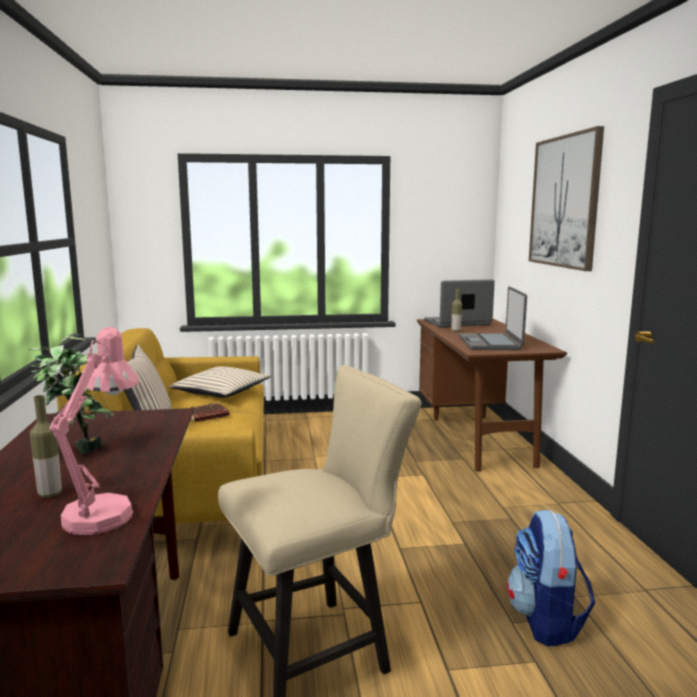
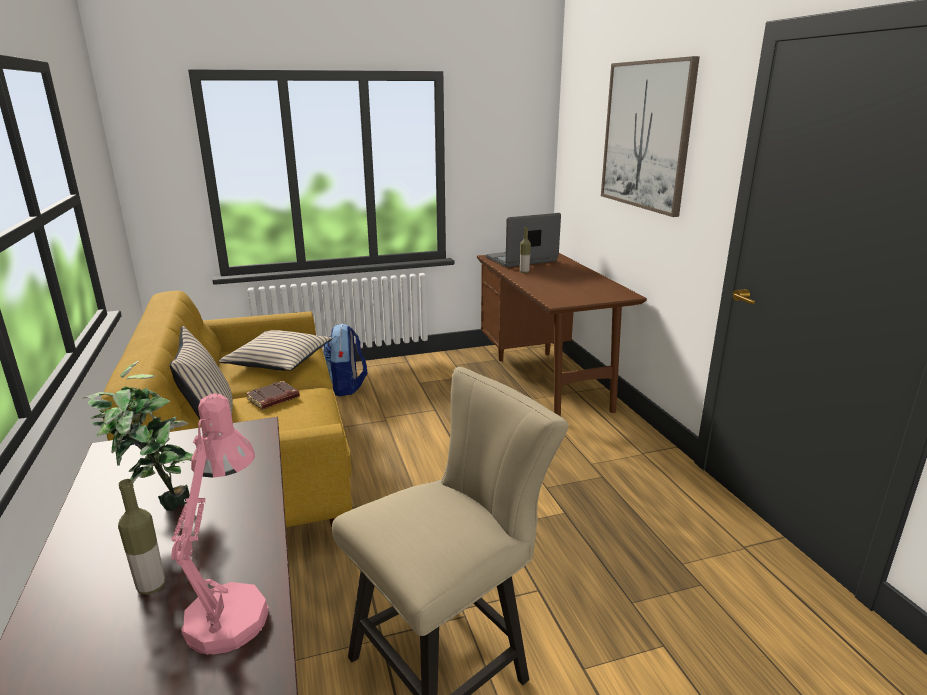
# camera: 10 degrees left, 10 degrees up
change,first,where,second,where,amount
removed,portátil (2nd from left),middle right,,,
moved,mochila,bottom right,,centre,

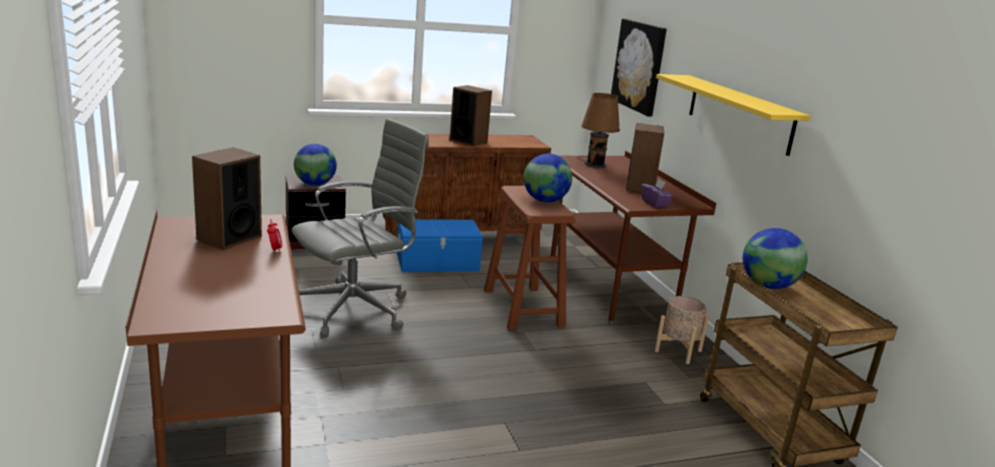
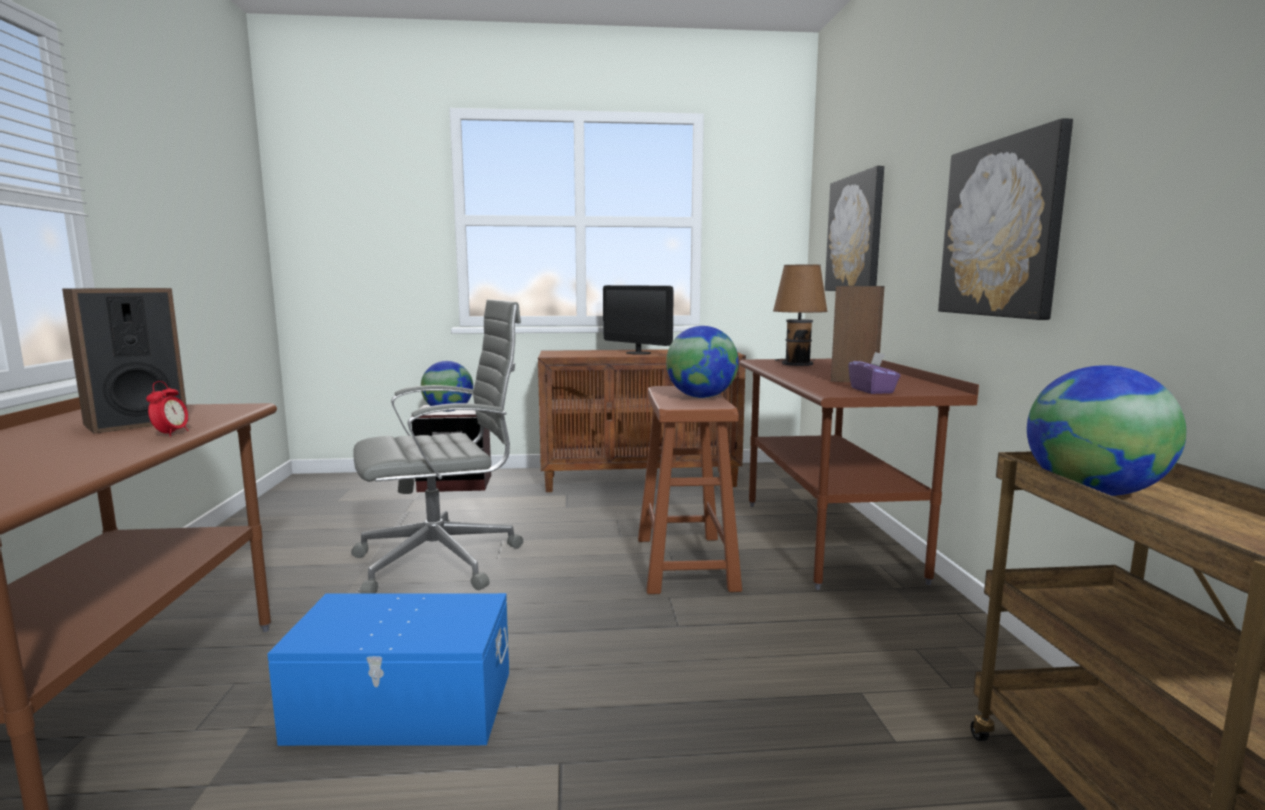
# camera: 15 degrees right, 10 degrees down
change,first,where,second,where,amount
replaced,estante [amarillo],top right,cuadro (2nd from left),top right,
replaced,altavoz (2nd from left),top centre,monitor,centre,
moved,caja de almacenaje [azul],centre,,bottom left,
removed,maceta [beis],bottom right,,,

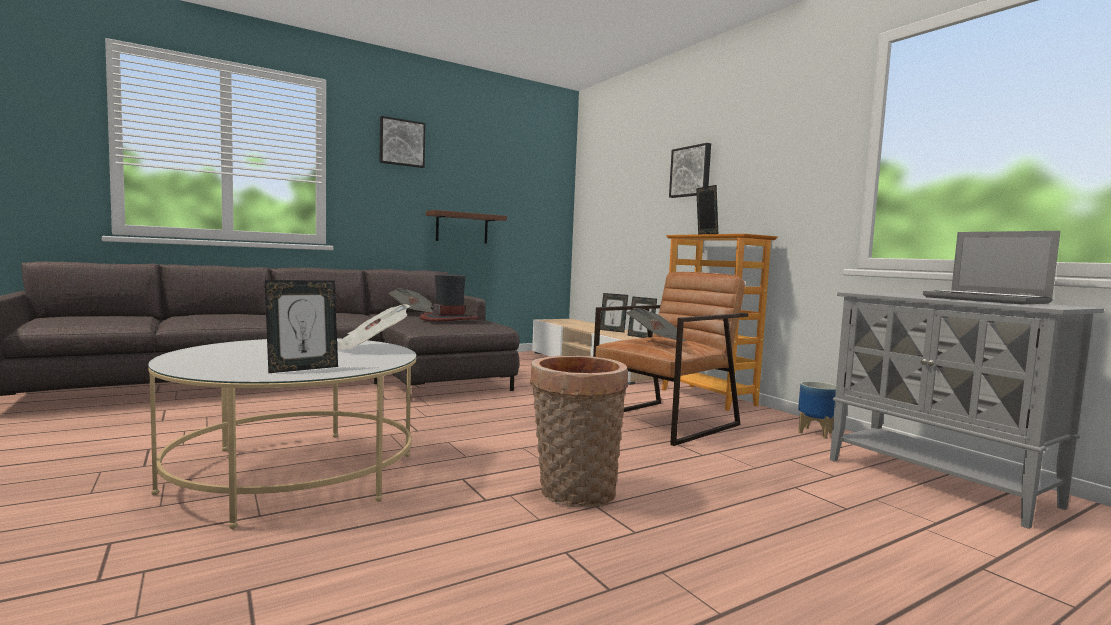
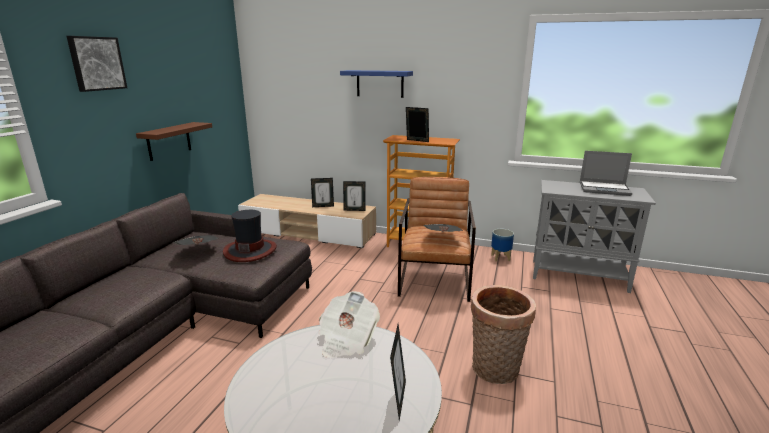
# camera: 40 degrees left, 15 degrees up
change,first,where,second,where,amount
replaced,cuadro (2nd from left),top centre,estante [azul],top centre,

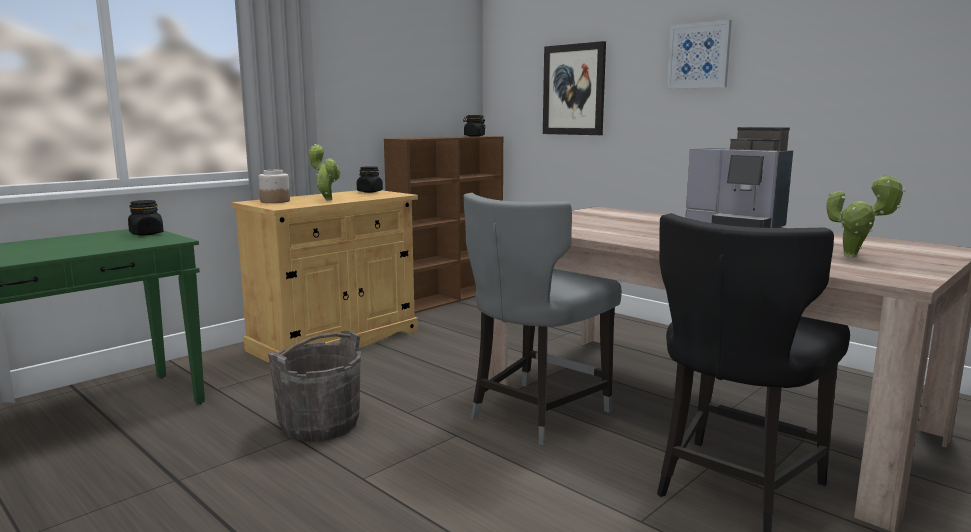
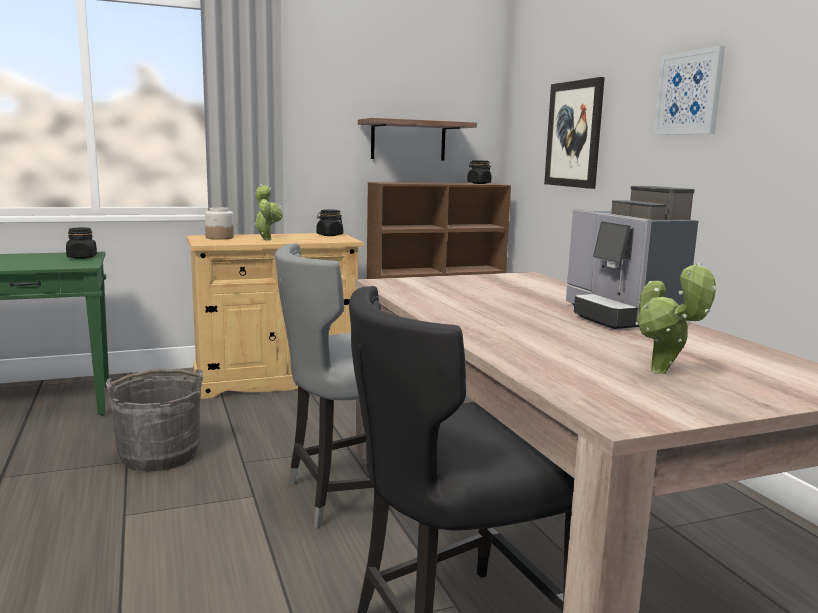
# camera: 25 degrees right, 0 degrees up
change,first,where,second,where,amount
added,,,estante,top centre,

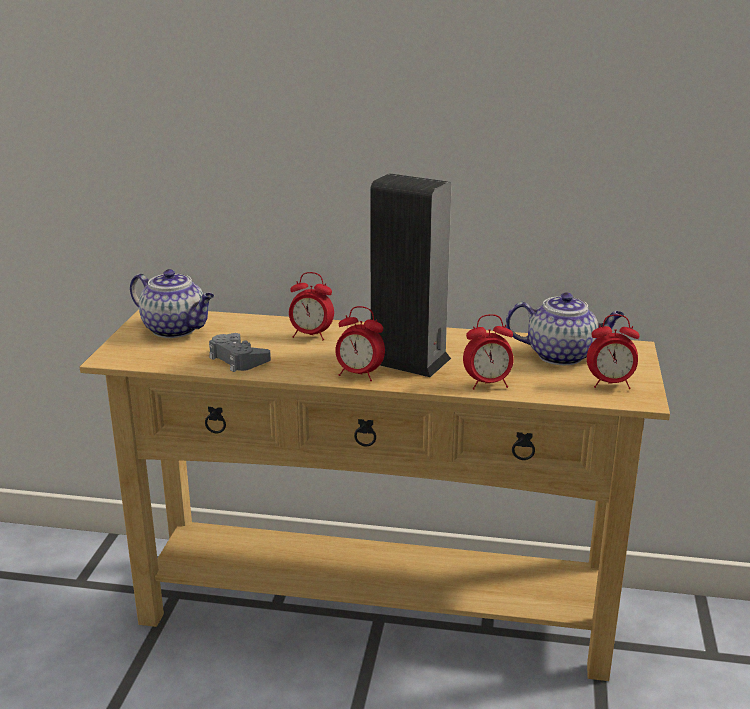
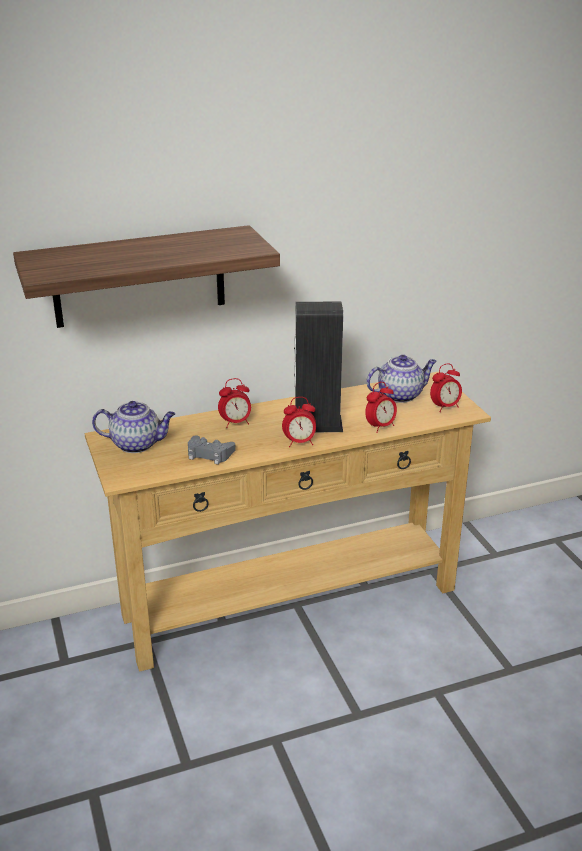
# camera: 30 degrees left, 5 degrees up
change,first,where,second,where,amount
added,,,estante,top left,

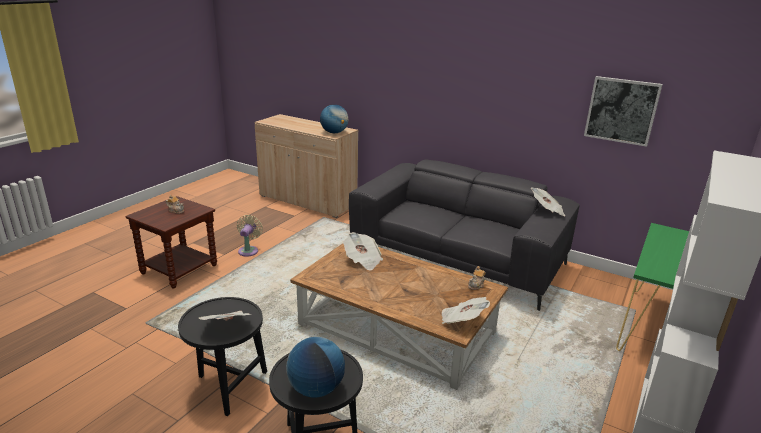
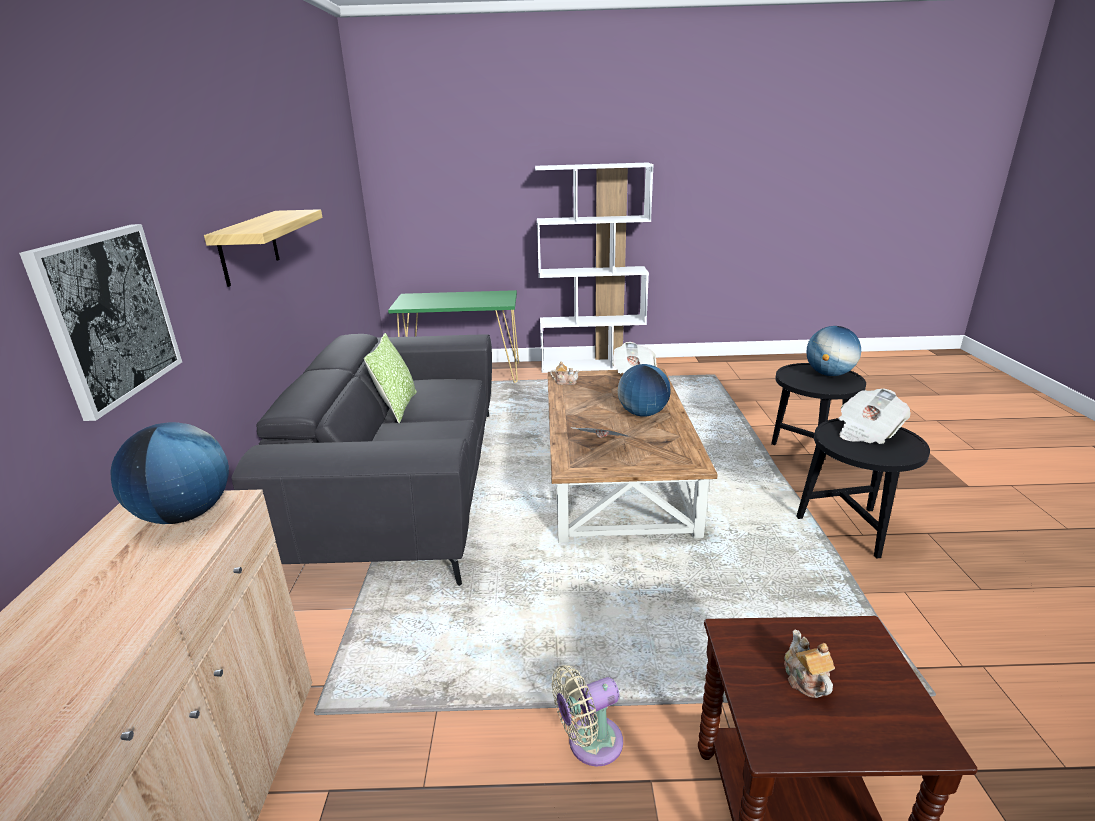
# camera: 120 degrees left, 0 degrees up
change,first,where,second,where,amount
moved,cuadro,top right,,middle left,
removed,periódico (4th from left),middle right,,,
added,,,estante,top left,
added,,,cojín,centre,
added,,,globo terráqueo (2nd from left),centre,

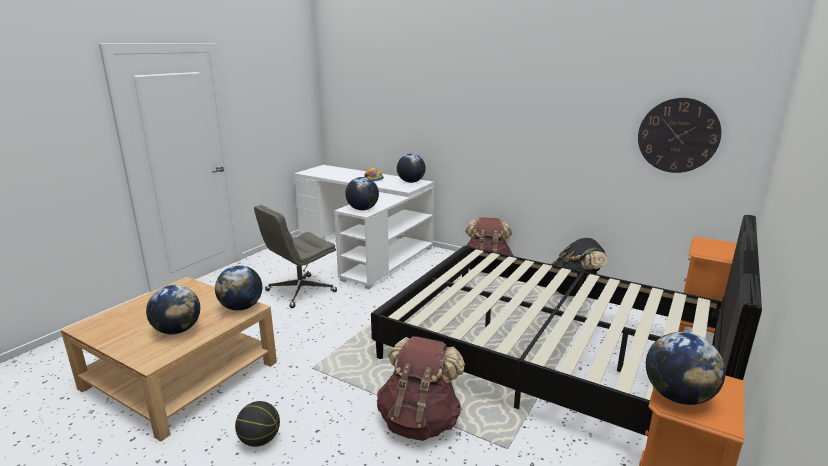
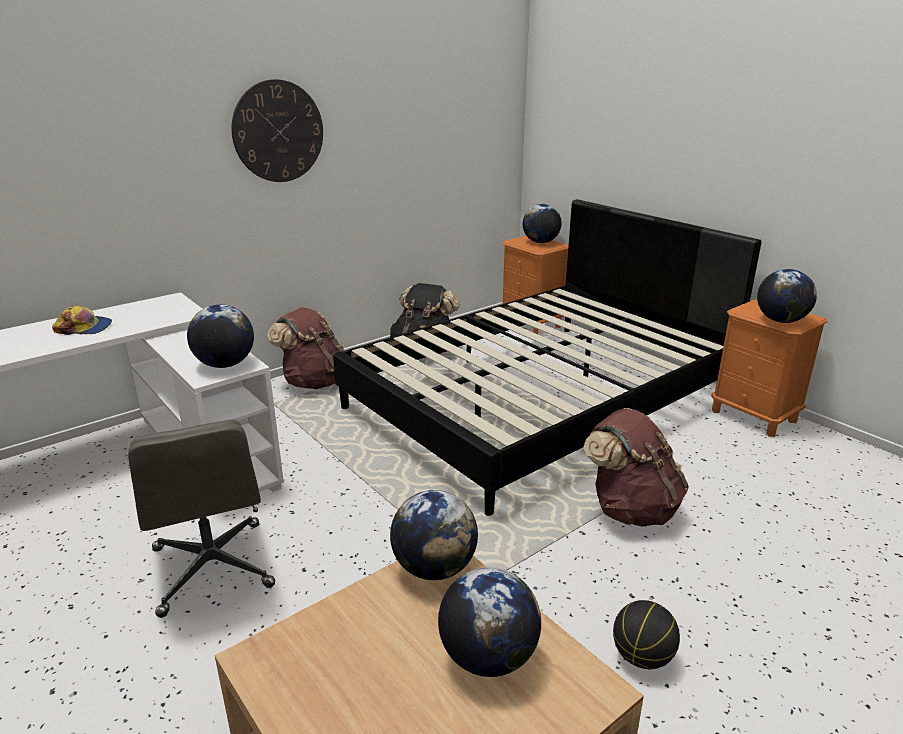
# camera: 70 degrees left, 5 degrees up
change,first,where,second,where,amount
moved,reloj de pared,top right,,top left,
moved,globo terráqueo (4th from left),centre,,top centre,

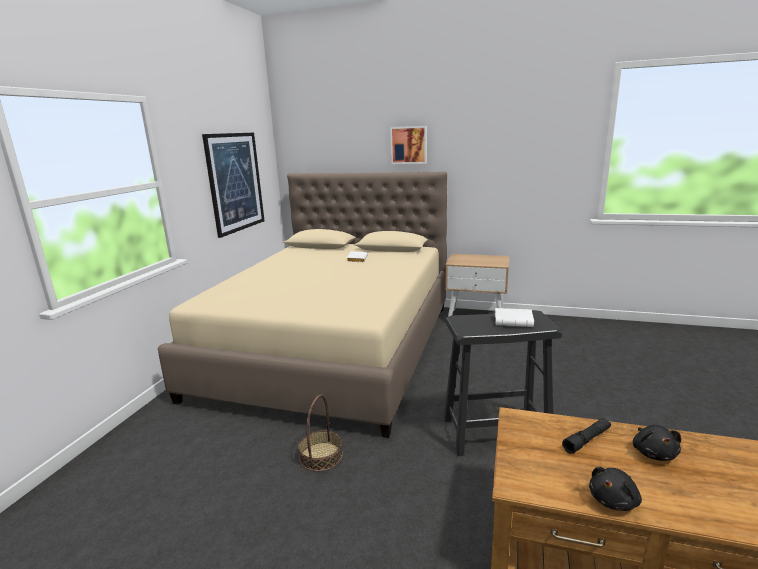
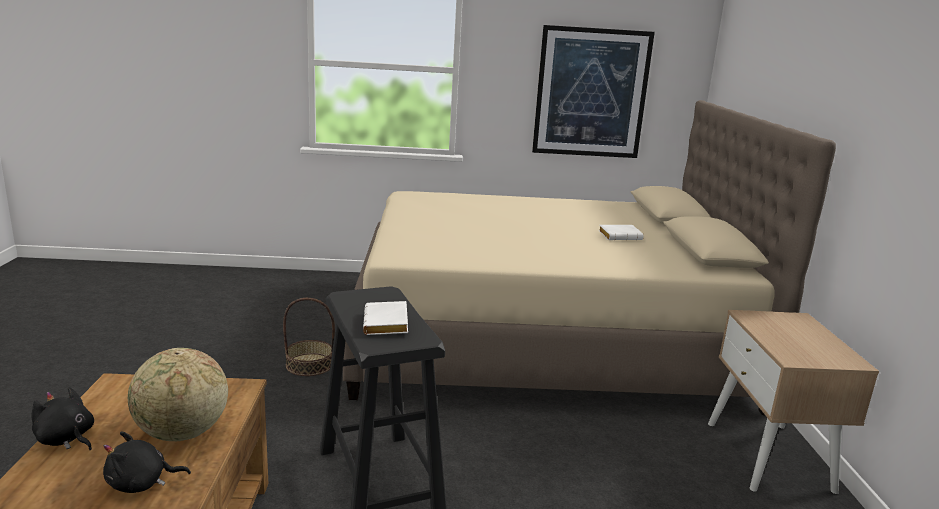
# camera: 70 degrees right, 0 degrees up
change,first,where,second,where,amount
removed,cuadro (2nd from left),top centre,,,
replaced,linterna [negro],bottom right,globo terráqueo,bottom left,

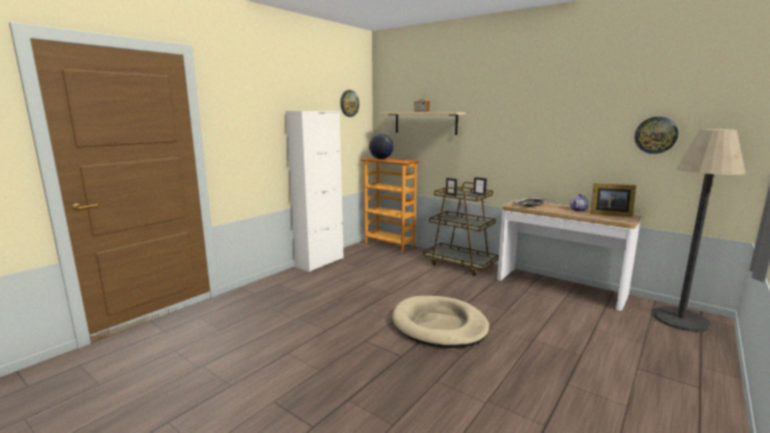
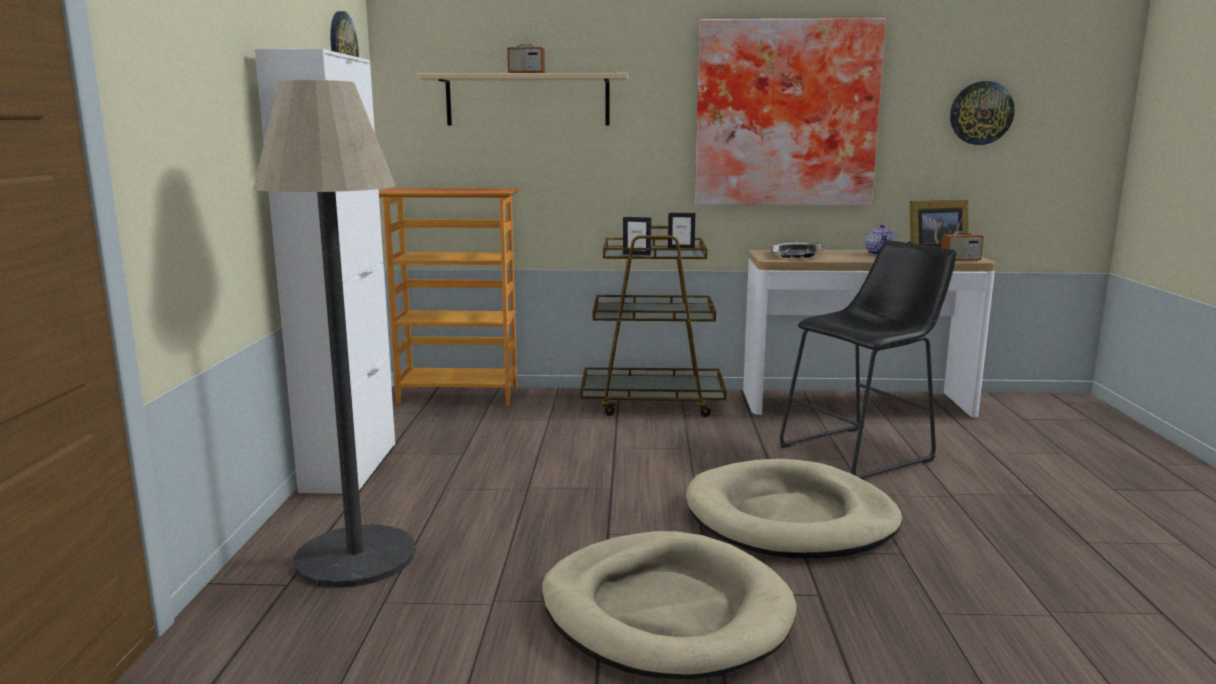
# camera: 35 degrees left, 0 degrees up
change,first,where,second,where,amount
moved,lámpara de pie,middle right,,middle left,
removed,globo terráqueo,centre,,,
added,,,cuadro,top centre,
added,,,radio (2nd from left),middle right,
added,,,taburete [negro],middle right,
added,,,cama para perro [beis] (1st from left),bottom centre,

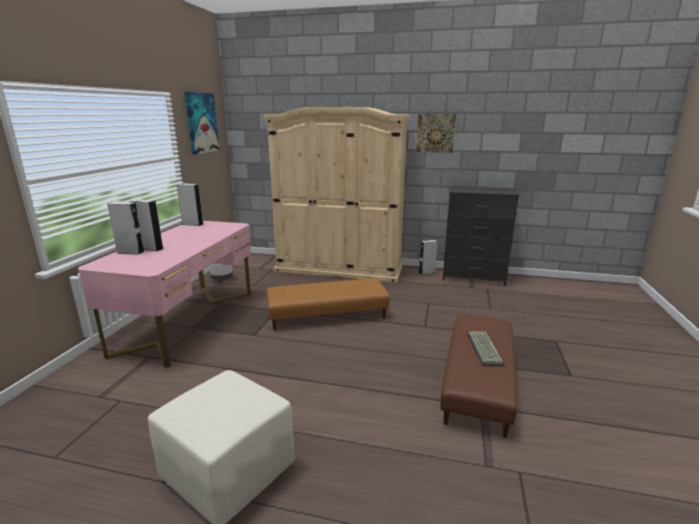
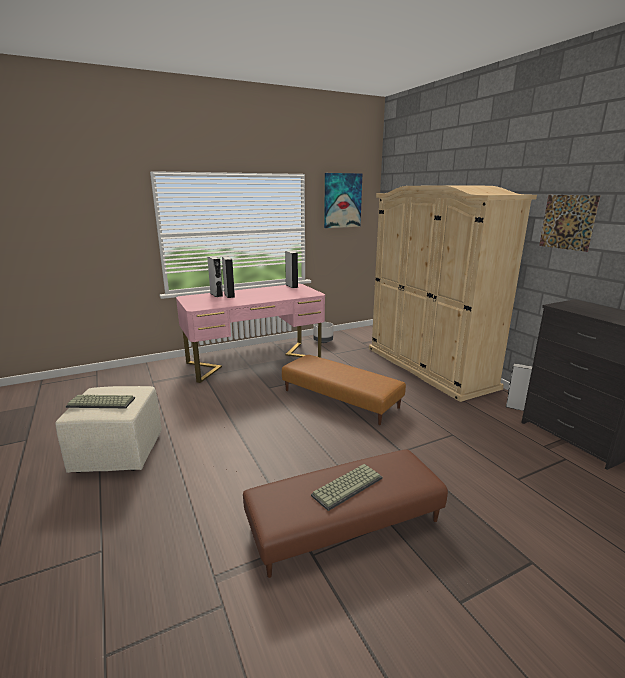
# camera: 50 degrees right, 0 degrees up
change,first,where,second,where,amount
added,,,teclado (1st from left),middle left,

